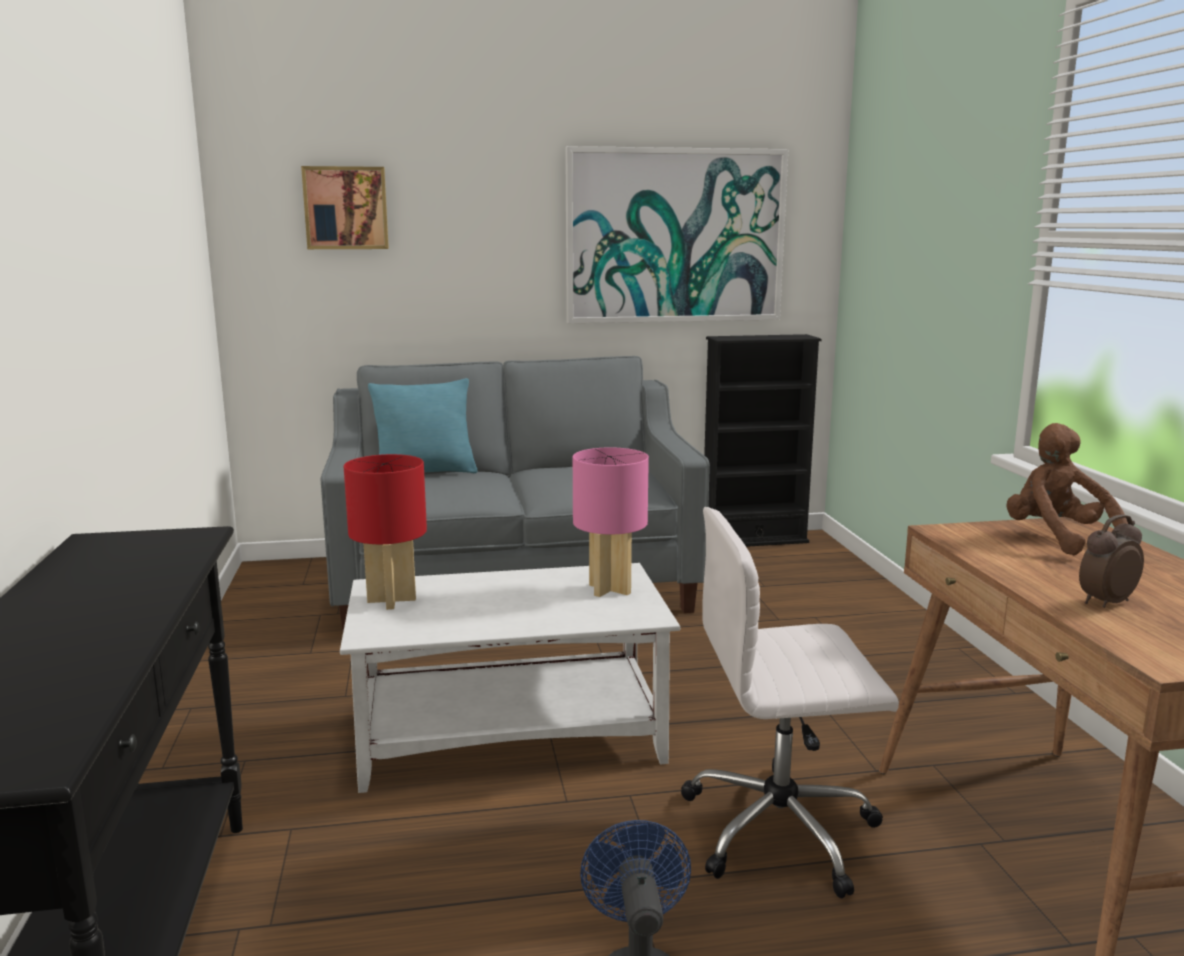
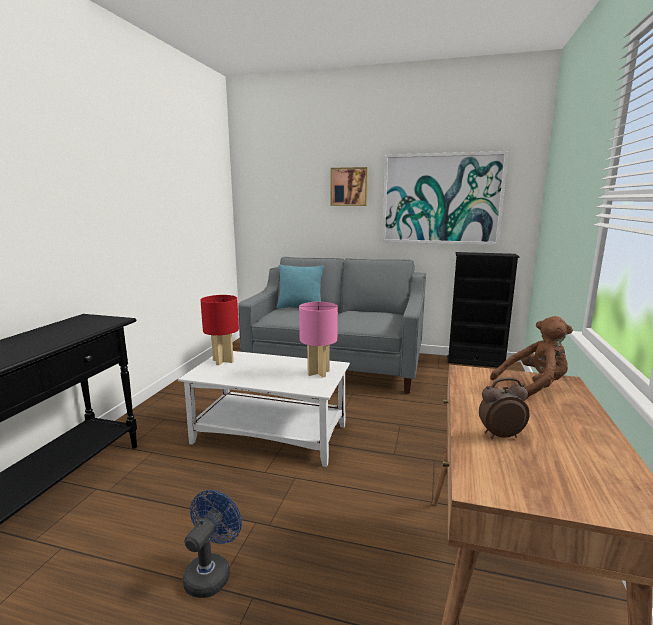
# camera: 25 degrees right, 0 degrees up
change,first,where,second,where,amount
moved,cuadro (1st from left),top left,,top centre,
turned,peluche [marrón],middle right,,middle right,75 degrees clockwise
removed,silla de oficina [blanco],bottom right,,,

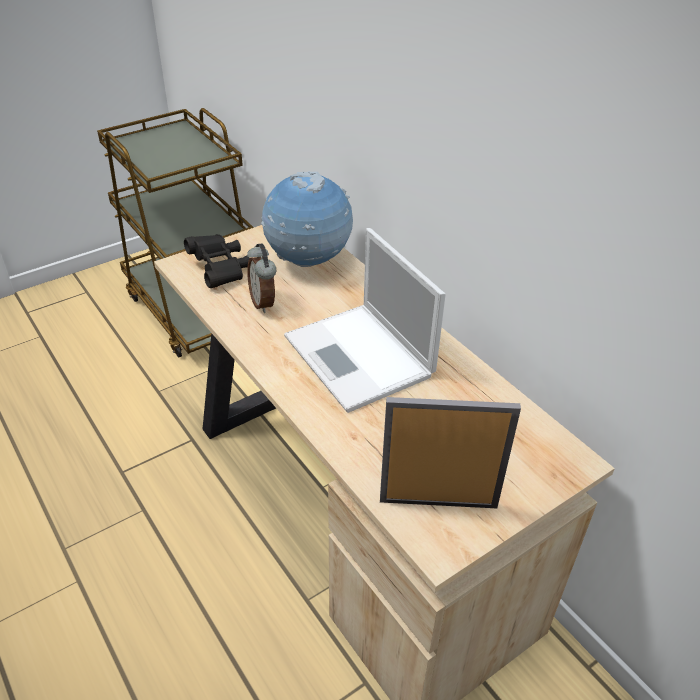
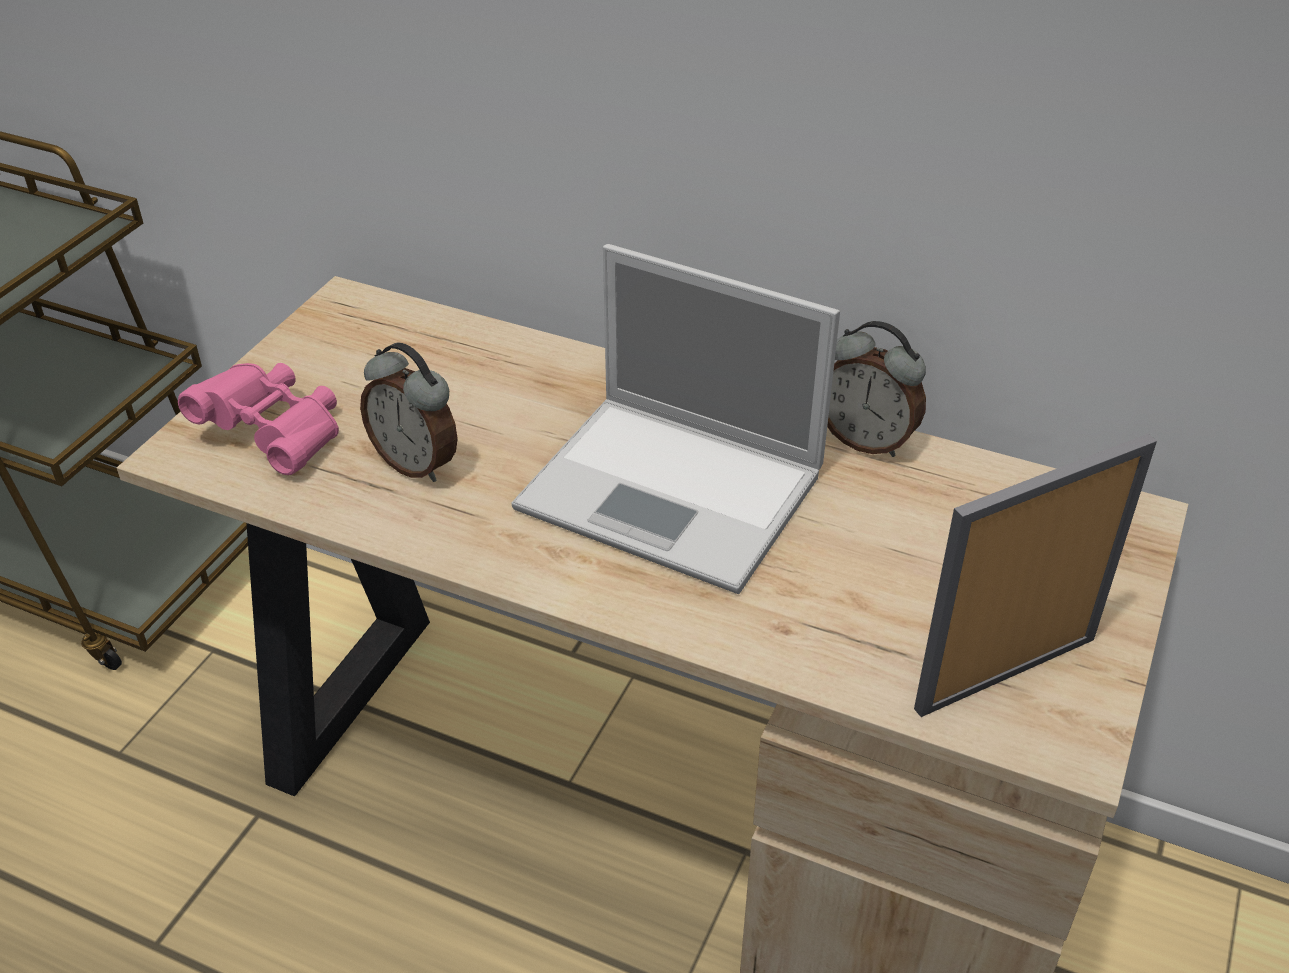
# camera: 30 degrees left, 0 degrees up
change,first,where,second,where,amount
removed,globo terráqueo,top centre,,,
recoloured,prismáticos [negro],middle left,prismáticos [rosa],middle left,
added,,,despertador (2nd from left),middle right,

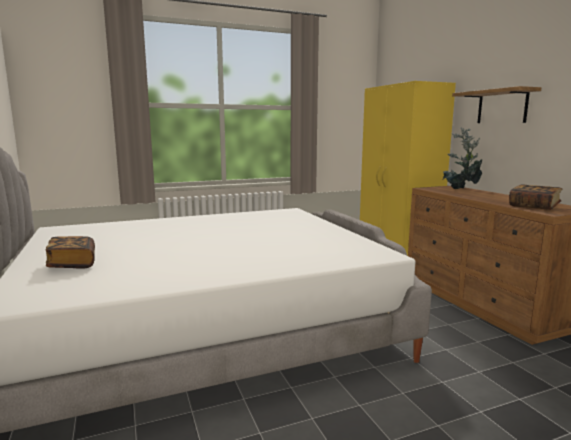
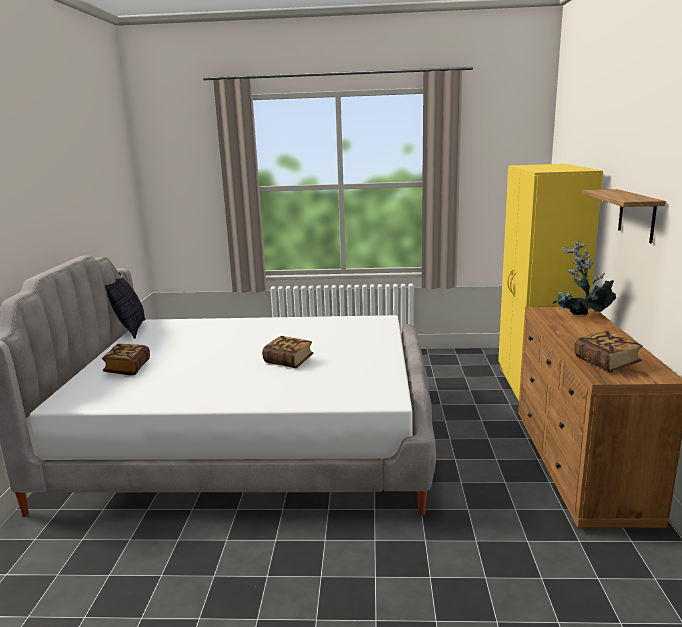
# camera: 25 degrees right, 5 degrees up
change,first,where,second,where,amount
added,,,cojín,middle left,
added,,,libro (2nd from left),centre,

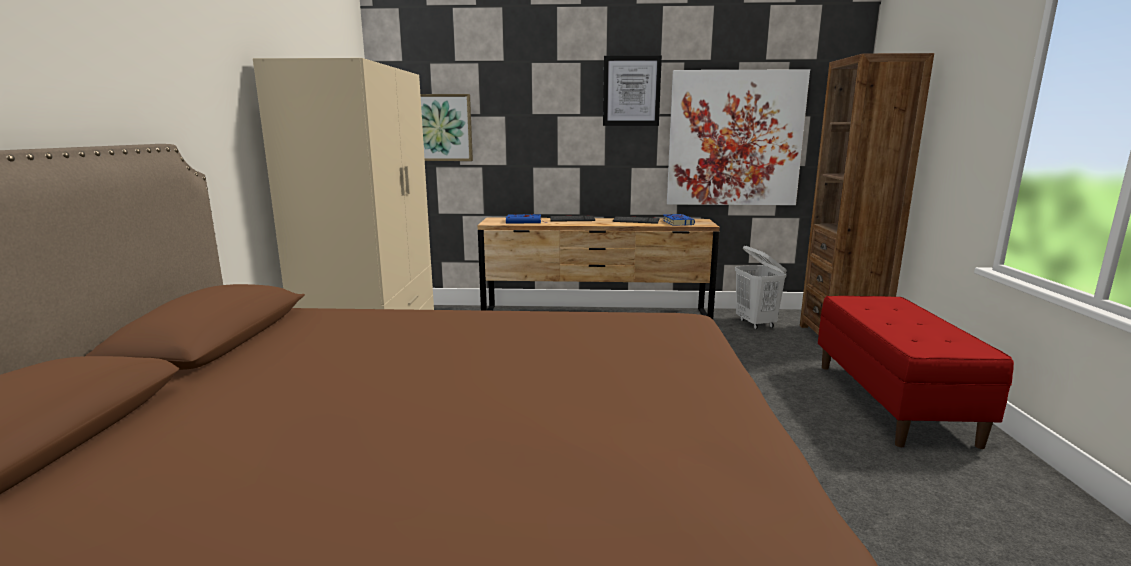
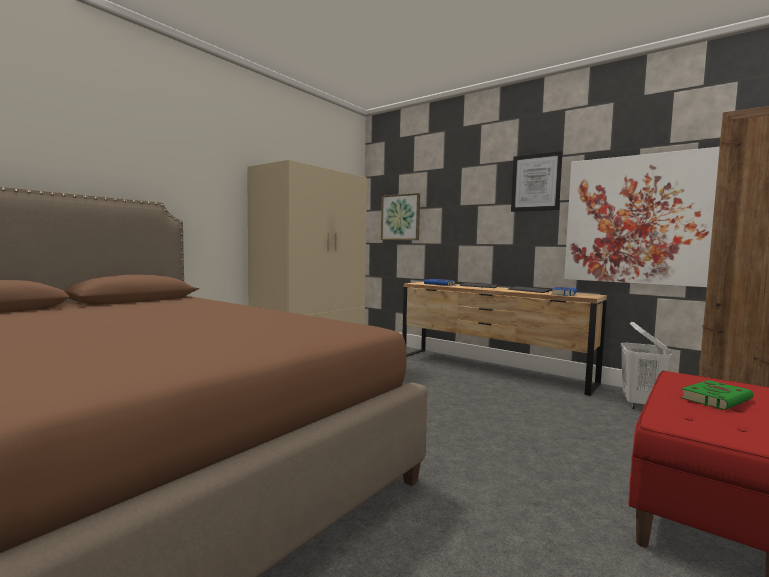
# camera: 35 degrees right, 10 degrees down
change,first,where,second,where,amount
added,,,libro [verde],bottom right,

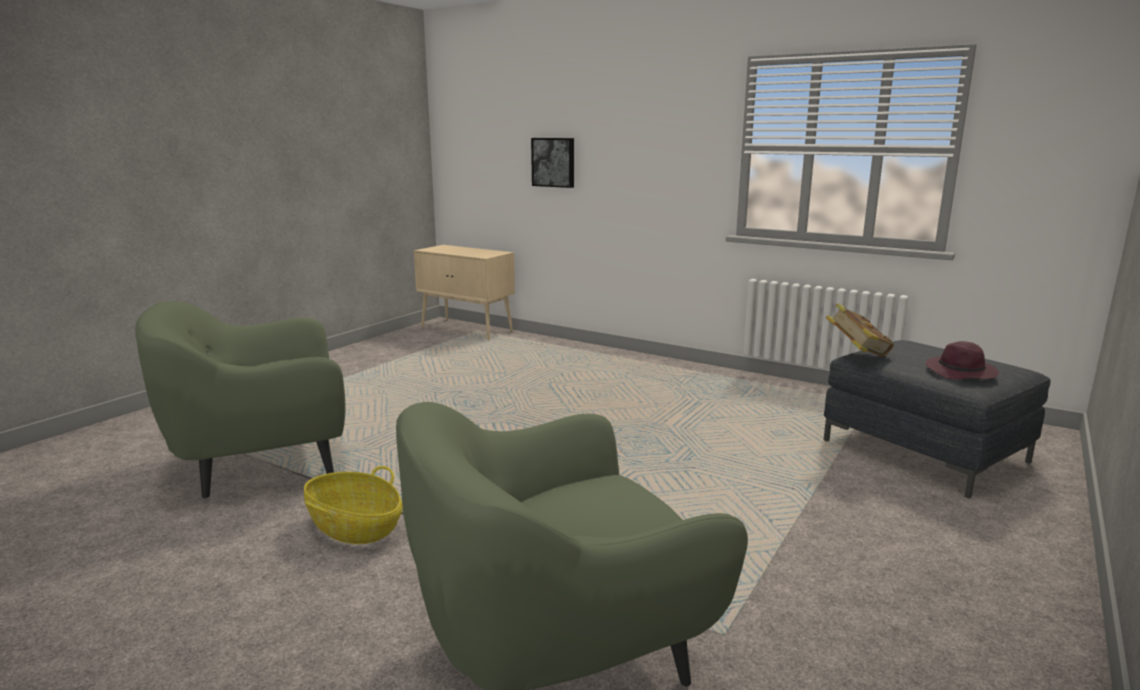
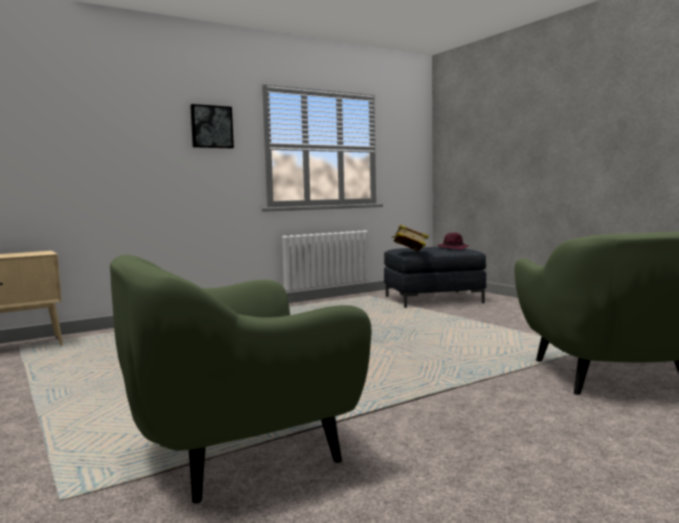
# camera: 65 degrees left, 10 degrees down
change,first,where,second,where,amount
moved,cuadro,top centre,,top left,
turned,sillón [verde] (1st from left),middle left,,bottom centre,60 degrees clockwise
removed,cesta,bottom left,,,

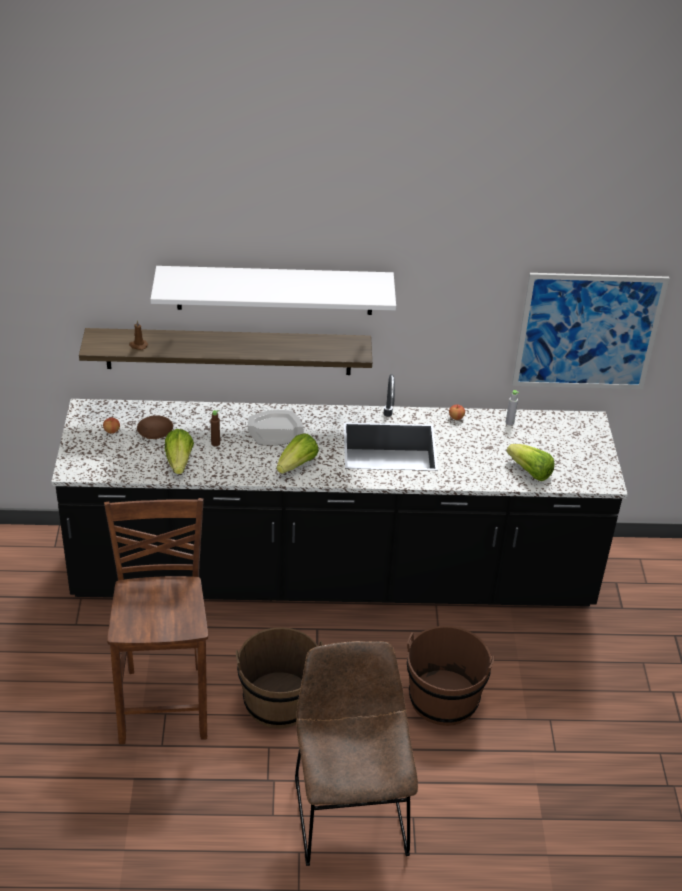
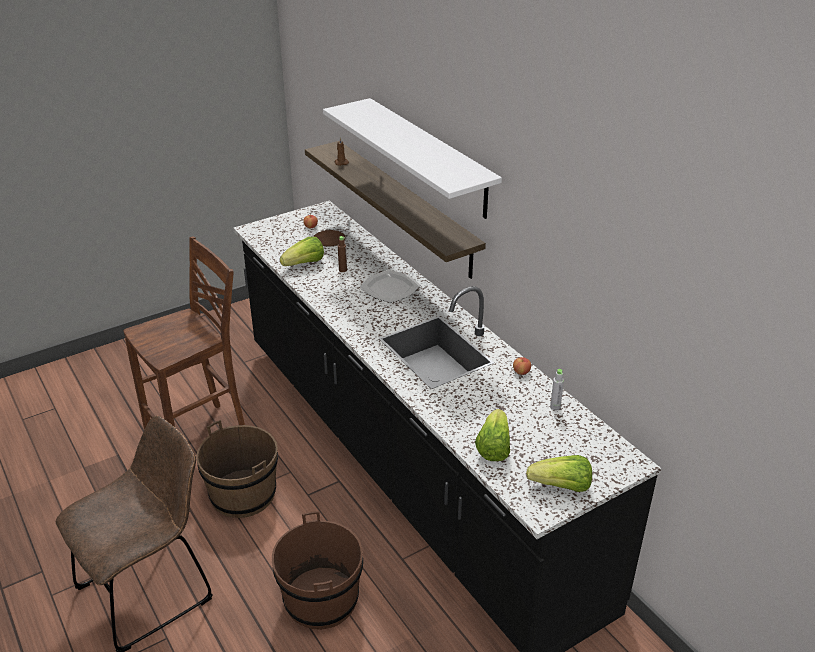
# camera: 60 degrees right, 5 degrees down
change,first,where,second,where,amount
removed,cuadro,middle right,,,
moved,lechuga (2nd from left in the first image),centre,lechuga (3rd from left),bottom right,

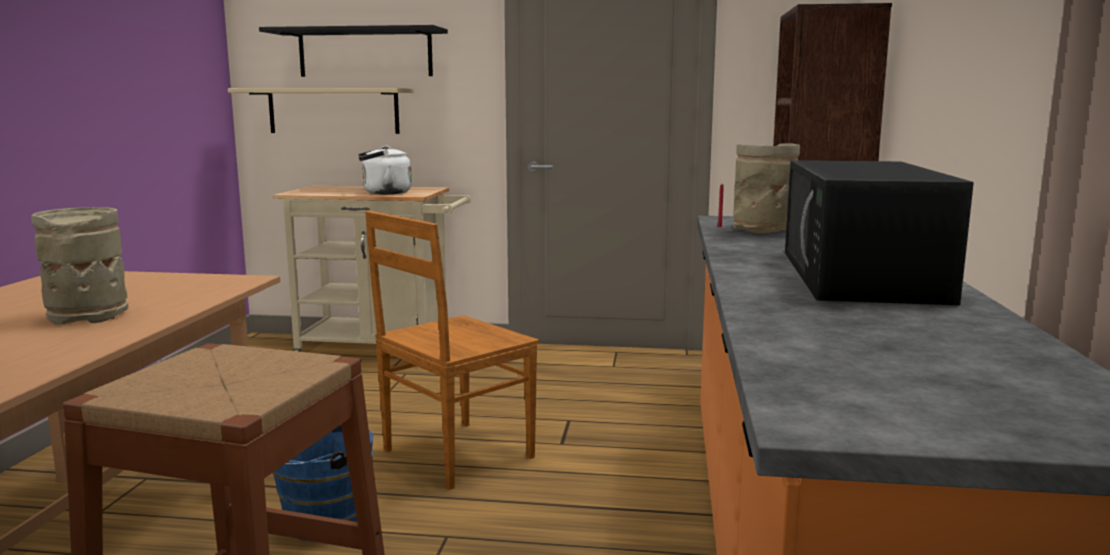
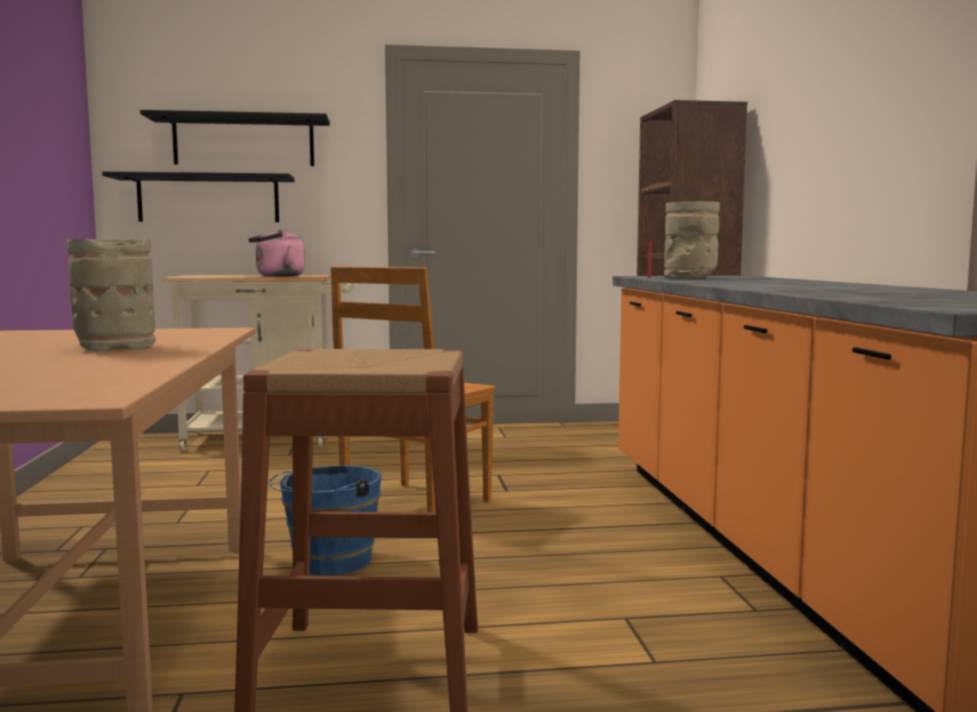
# camera: 15 degrees left, 5 degrees down
change,first,where,second,where,amount
recoloured,estante [beis],top left,estante [negro] (1st from left),top left,
recoloured,hervidor [blanco],top centre,hervidor [rosa],middle left,
removed,microondas [negro],middle right,,,

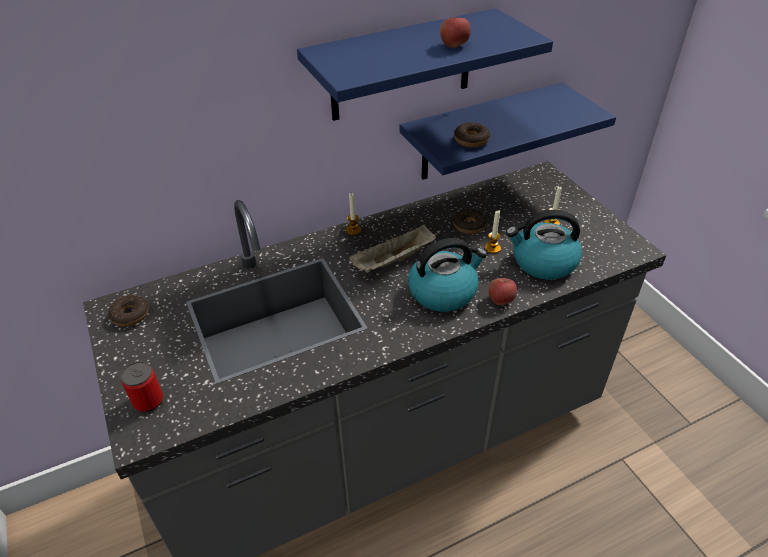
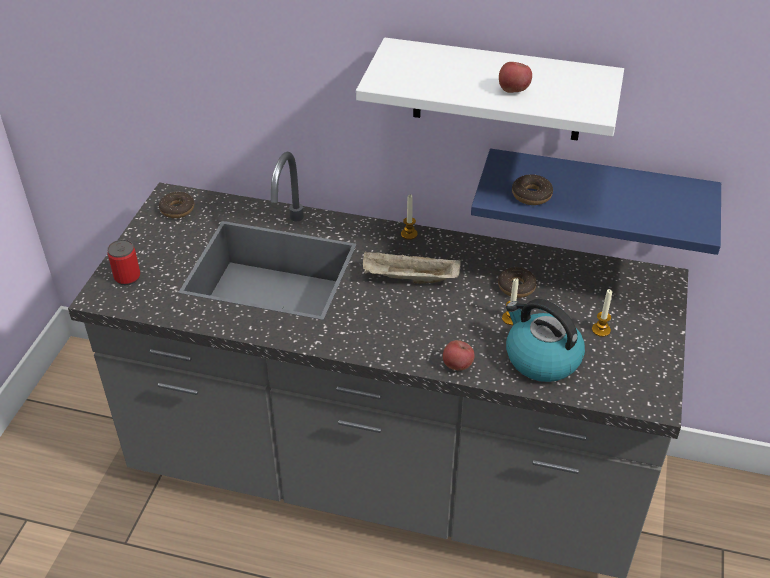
# camera: 40 degrees right, 0 degrees up
change,first,where,second,where,amount
recoloured,estante [azul] (1st from left),top centre,estante [blanco],top centre,
removed,hervidor (1st from left),centre,,,

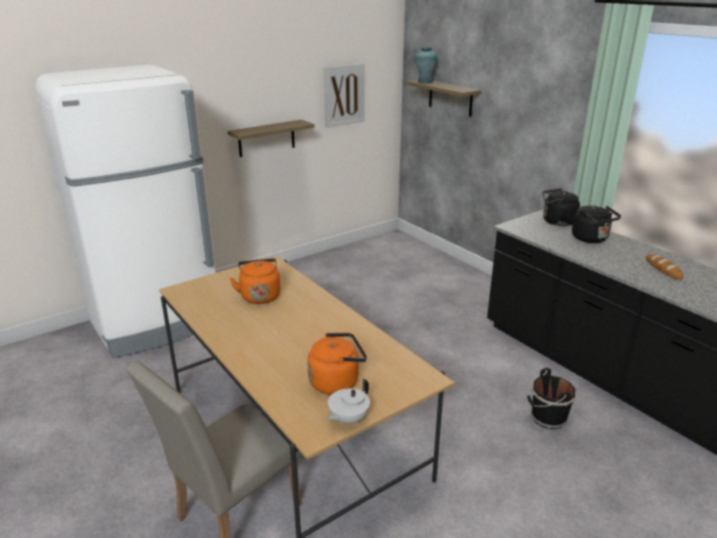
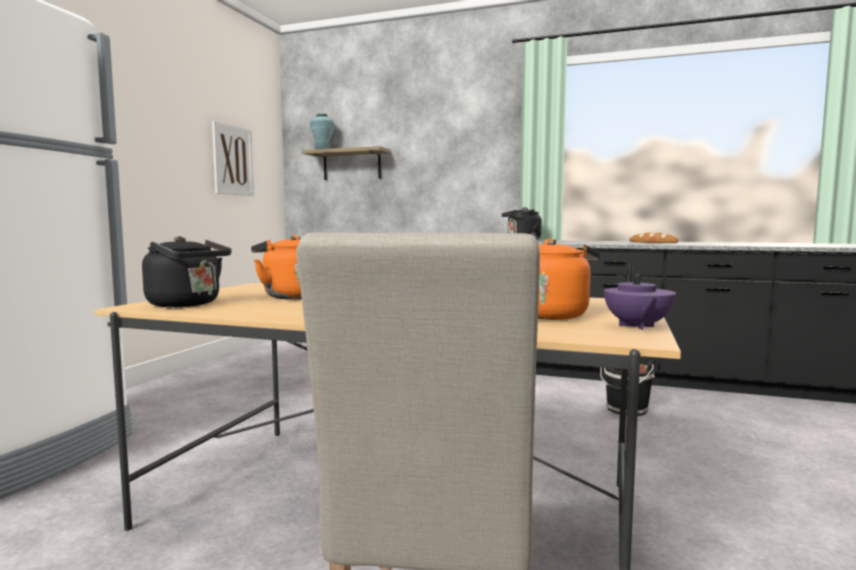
# camera: 35 degrees left, 20 degrees down
change,first,where,second,where,amount
removed,estante (1st from left),top centre,,,
moved,hervidor [negro] (2nd from left in the first image),middle right,hervidor [negro] (1st from left),middle left,
recoloured,tetera [blanco],bottom centre,tetera [morado],middle right,

